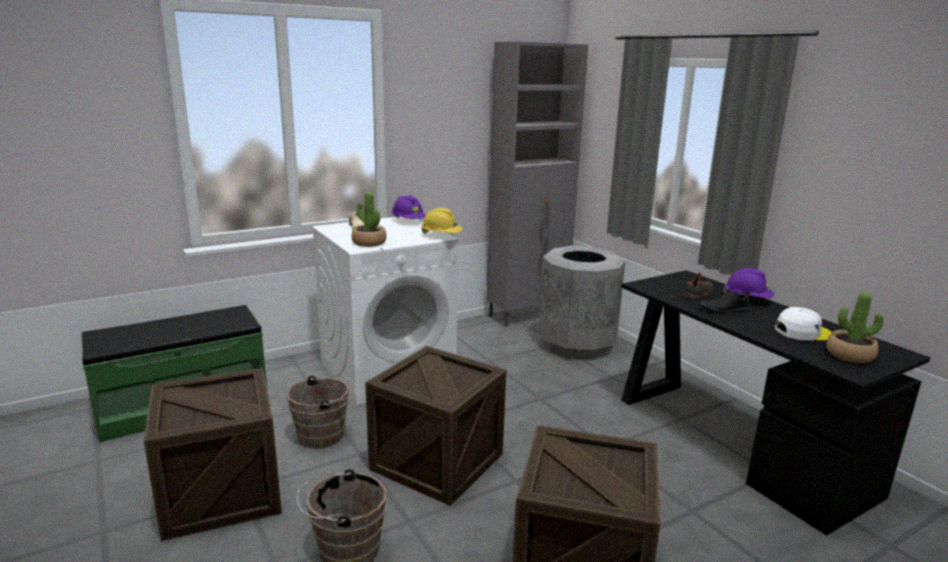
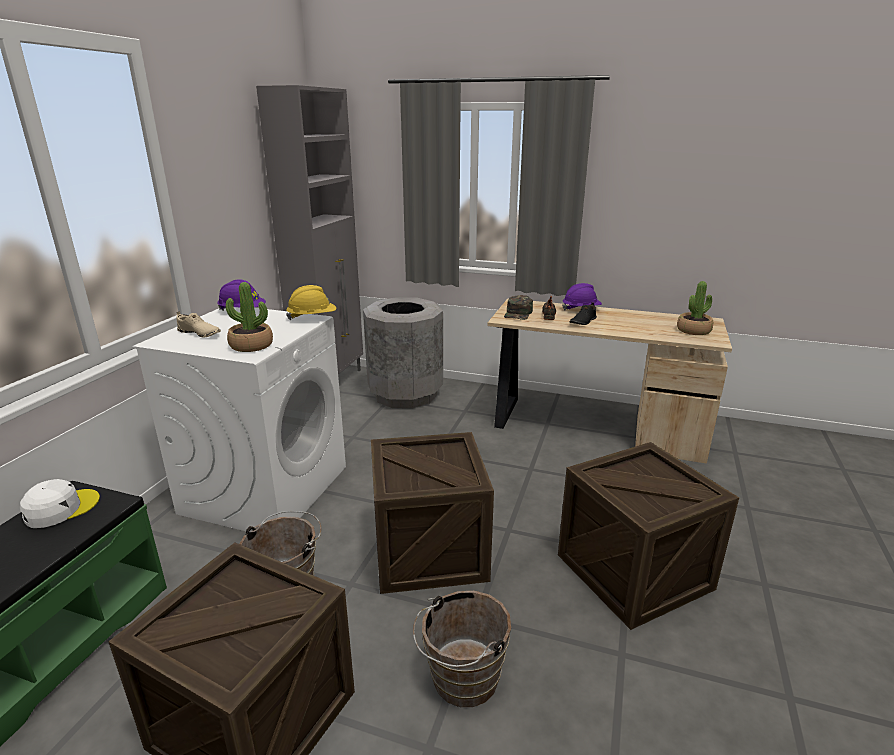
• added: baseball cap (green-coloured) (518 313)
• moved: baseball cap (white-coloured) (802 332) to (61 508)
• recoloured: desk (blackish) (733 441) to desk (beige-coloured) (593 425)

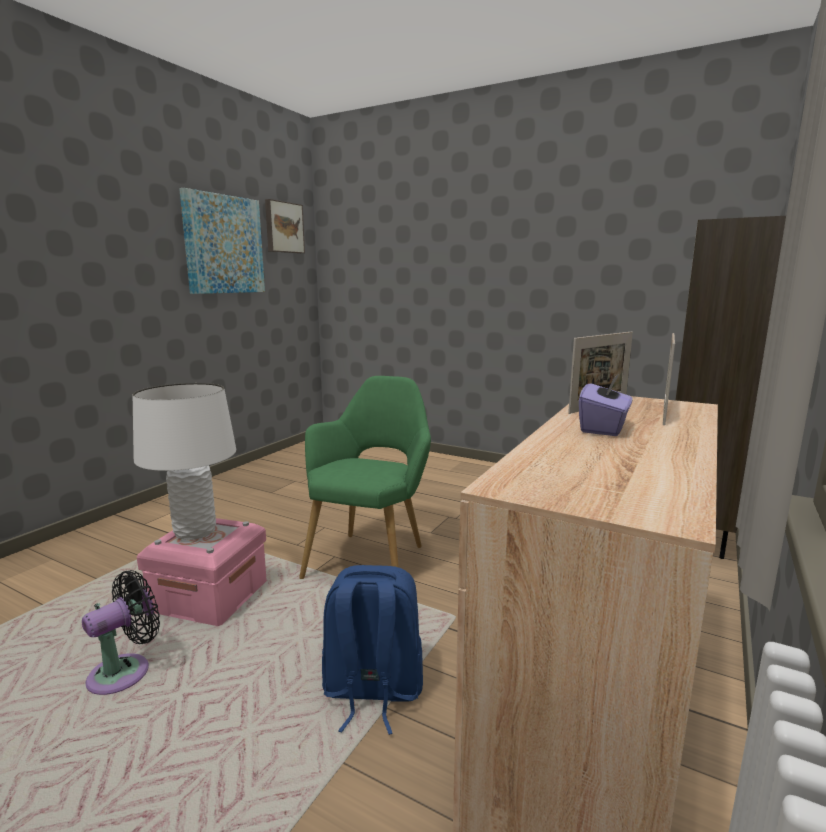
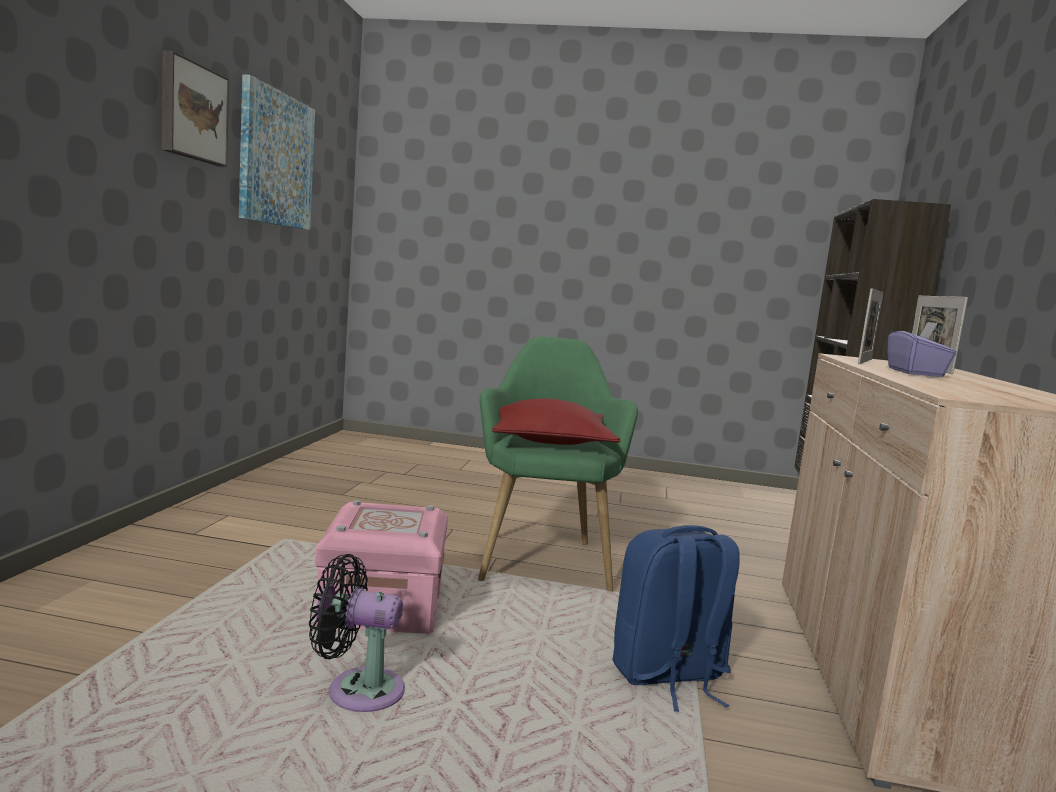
• removed: lamp for a table (white-coloured) (195 532)
• added: cushion (reddish) (550 440)
• moved: wall picture (283 227) to (192 112)
• turned: fan (blackish) (125 672) = (358 690) 105 degrees counterclockwise

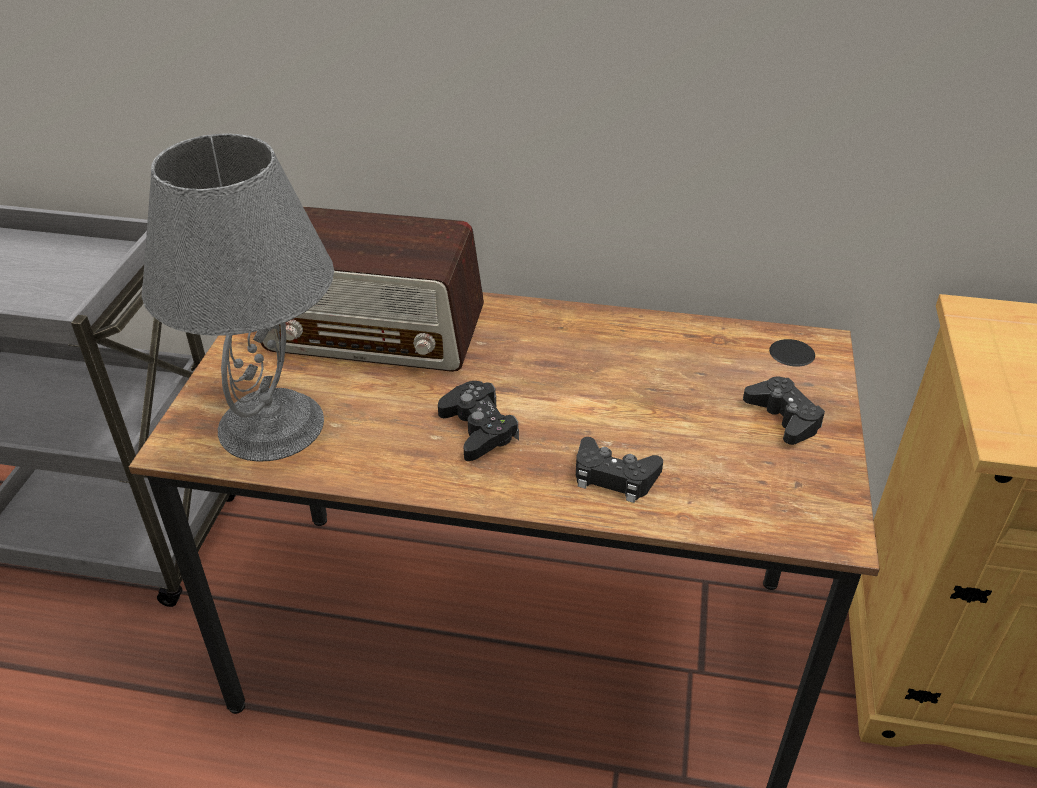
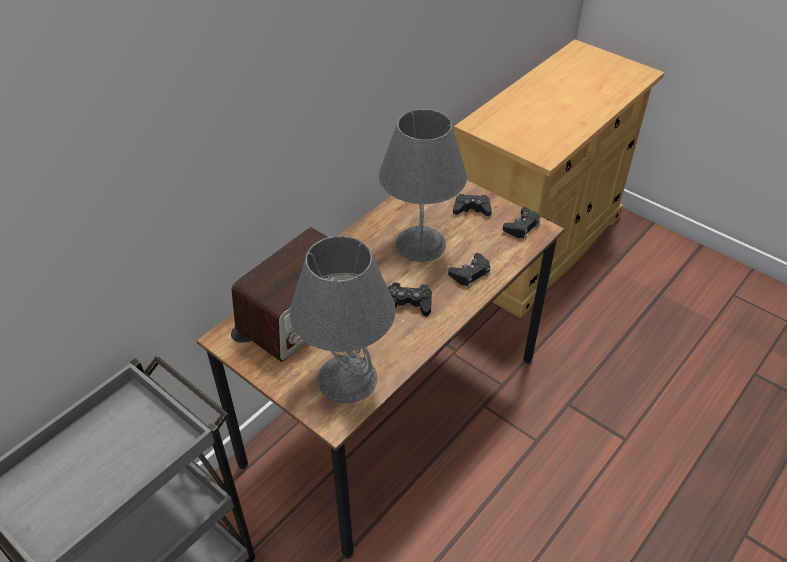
• added: lamp for a table (grey) (421 244)
• added: game controller (blackish) (522 227)

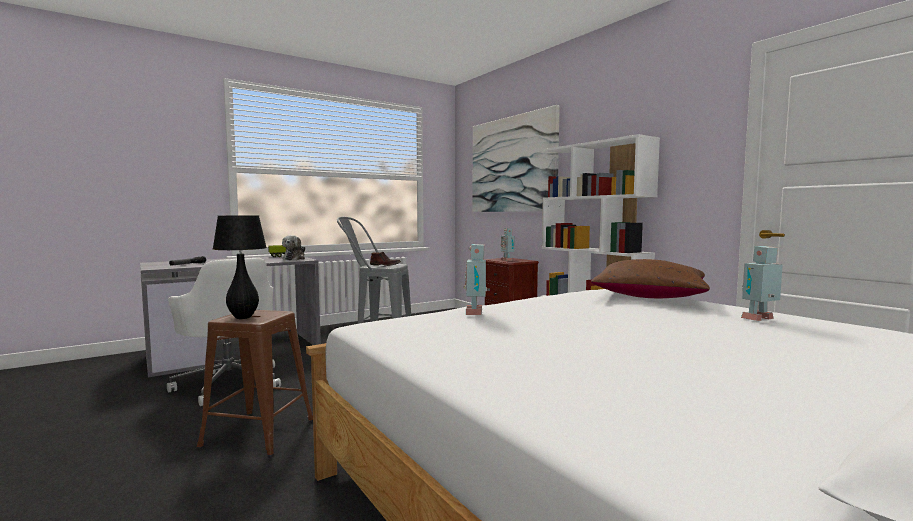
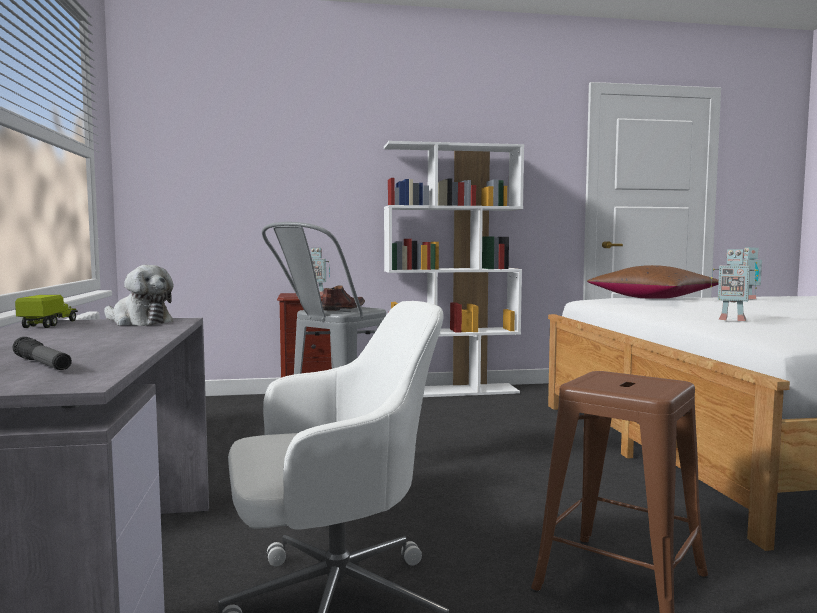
• removed: lamp for a table (blackish) (243 317)
• removed: wall picture (512 164)

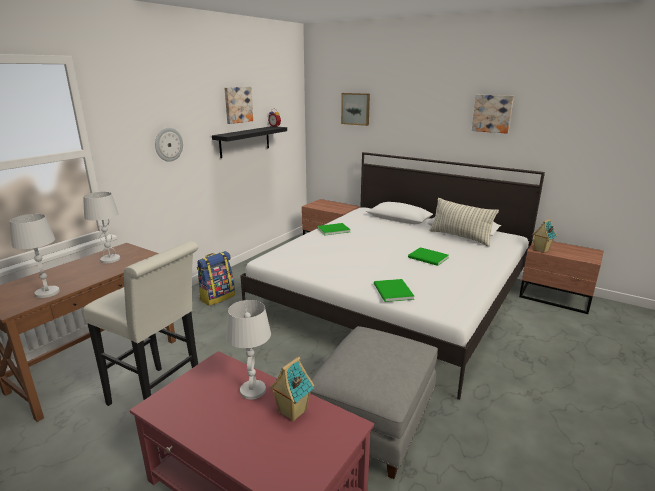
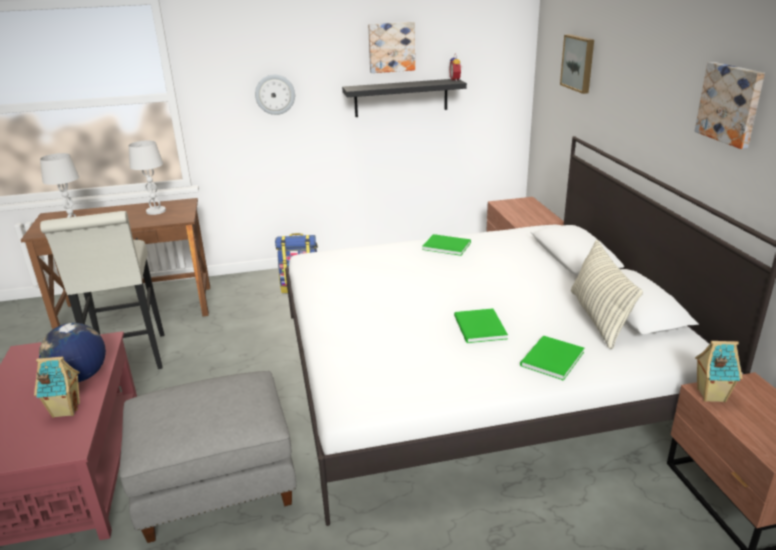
• moved: bound book (green-coloured) (392 292) to (550 359)
• replaced: lamp for a table (white-coloured) (253 390) to globe (79 377)

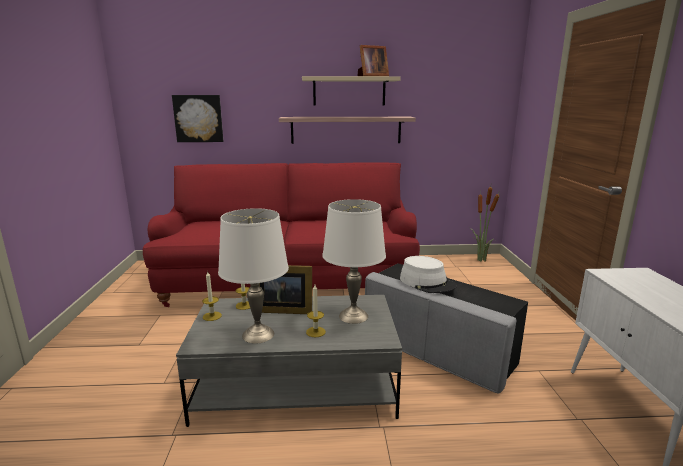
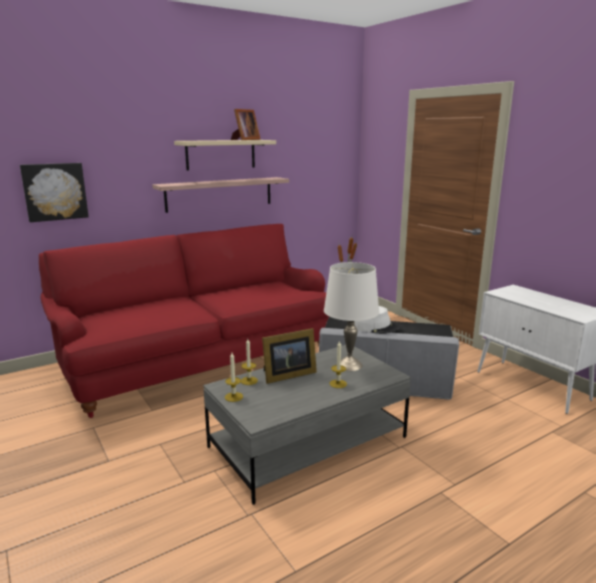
• removed: lamp for a table (white-coloured) (257 334)

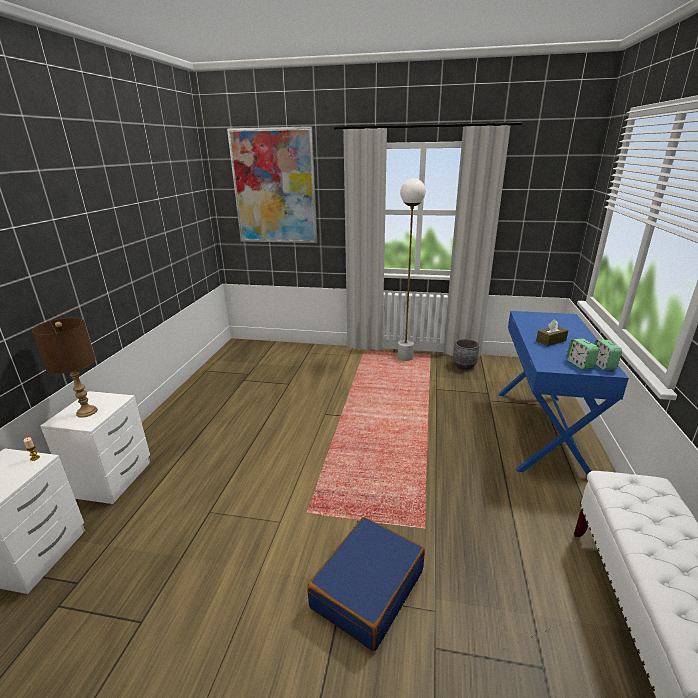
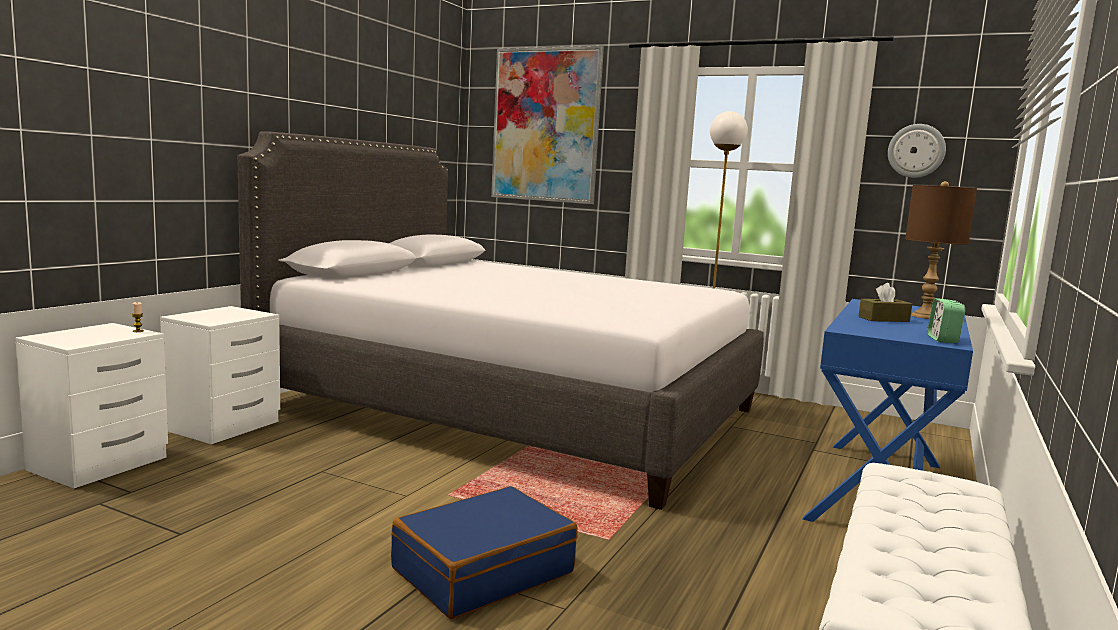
• removed: flower pot (grey) (464 366)
• removed: table clock (579 364)
• added: bedroom bed (white-coloured) (512 408)
• added: clock on the wall (916 151)
• moved: lamp for a table (brown-coloured) (87 412) to (925 316)

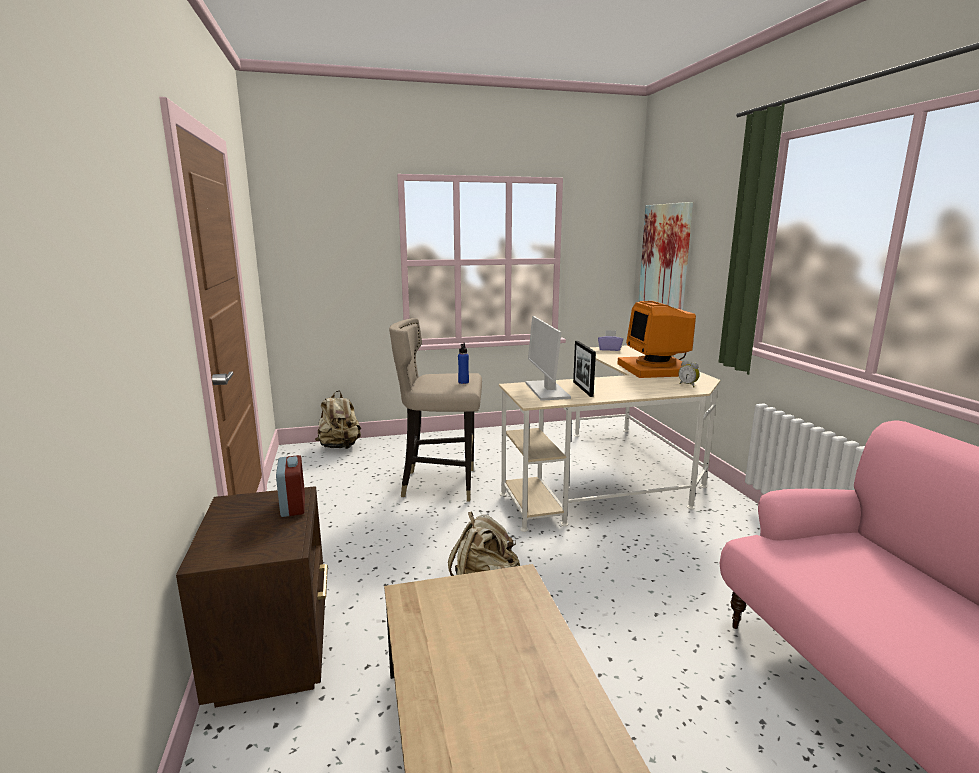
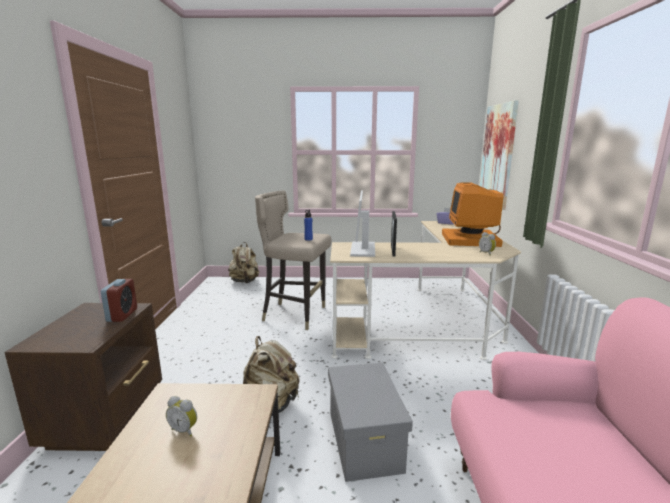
• added: table clock (184 430)
• added: storage box (grey) (363 440)

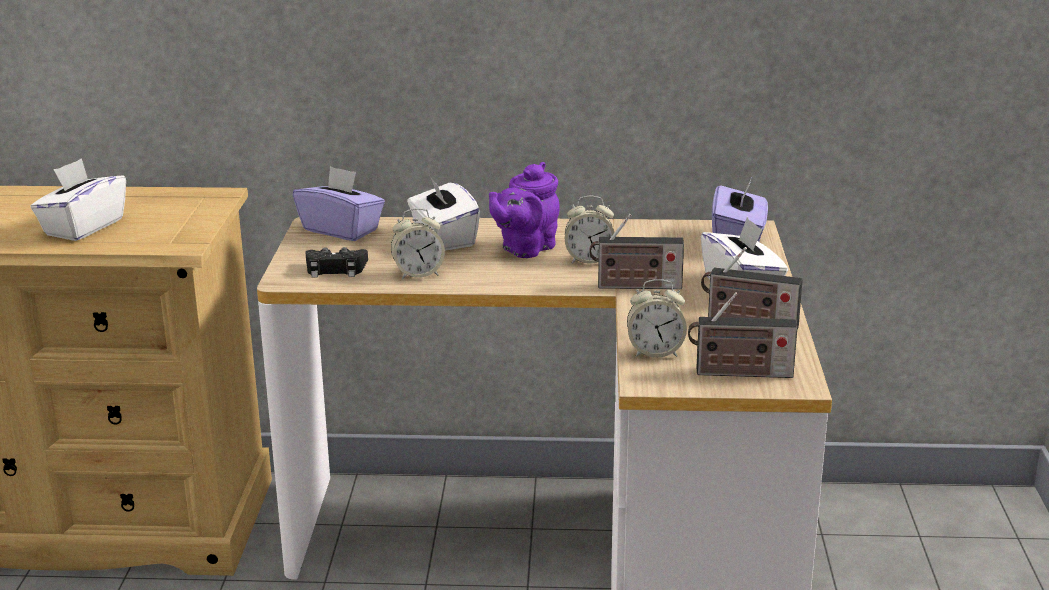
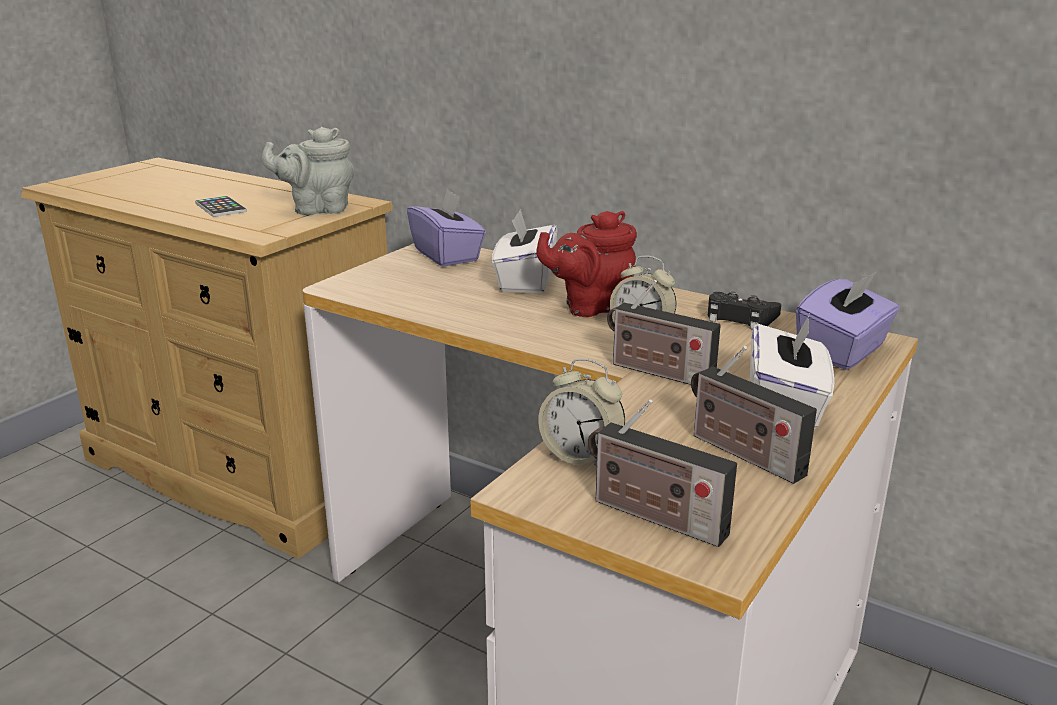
• removed: table clock (418 274)
• added: tea pot (grey) (317 209)
• moved: game controller (blackish) (335 269) to (739 318)
• replaced: tissue box (white-coloured) (83 227) to handset (220 207)
• recoloured: tea pot (purple-coloured) (525 249) to tea pot (reddish) (590 307)

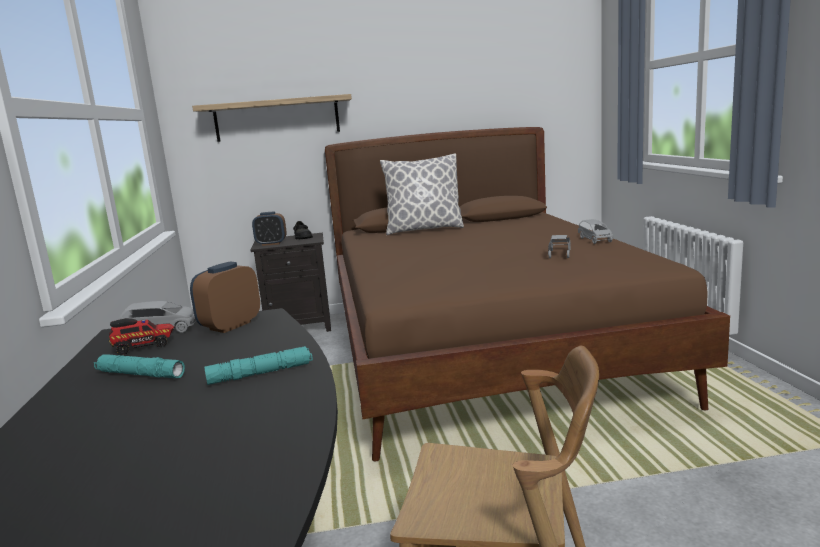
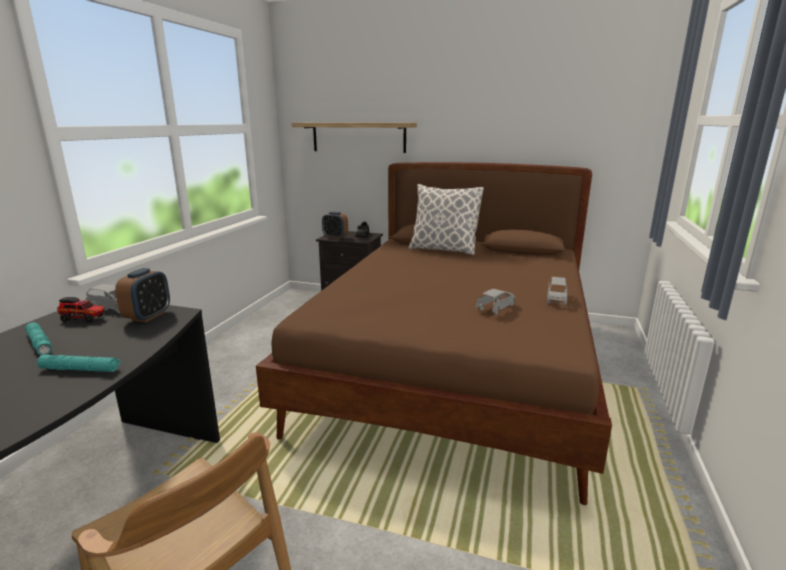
• turned: table clock (230 326) = (148 316) 135 degrees clockwise

